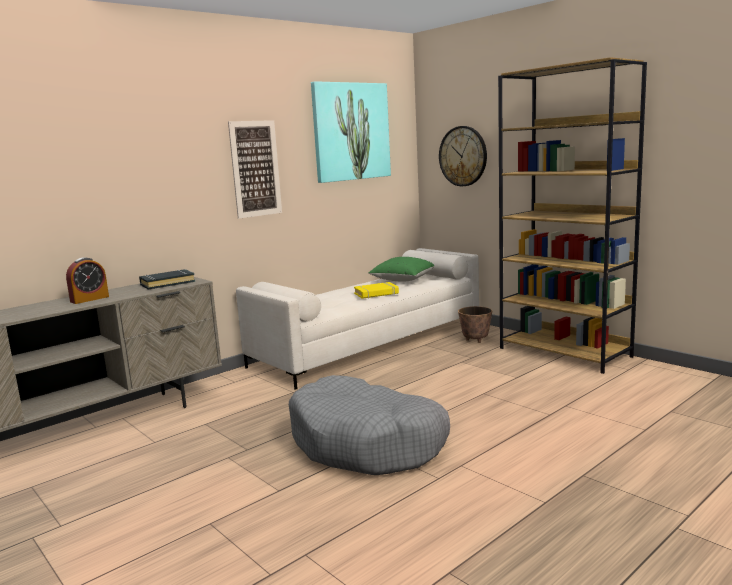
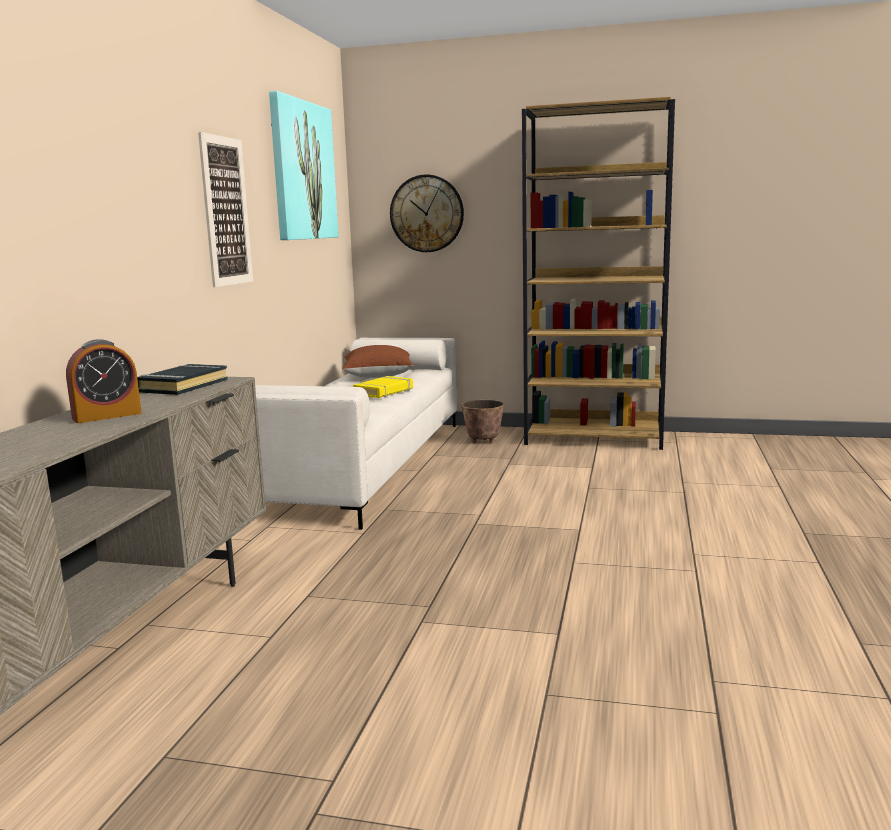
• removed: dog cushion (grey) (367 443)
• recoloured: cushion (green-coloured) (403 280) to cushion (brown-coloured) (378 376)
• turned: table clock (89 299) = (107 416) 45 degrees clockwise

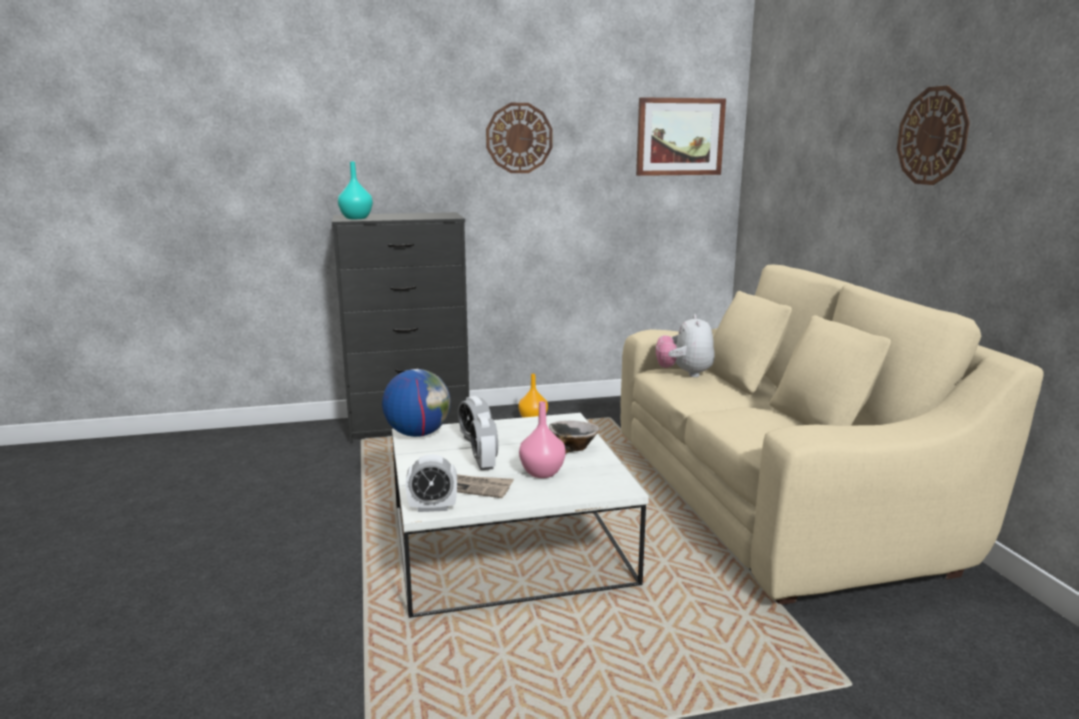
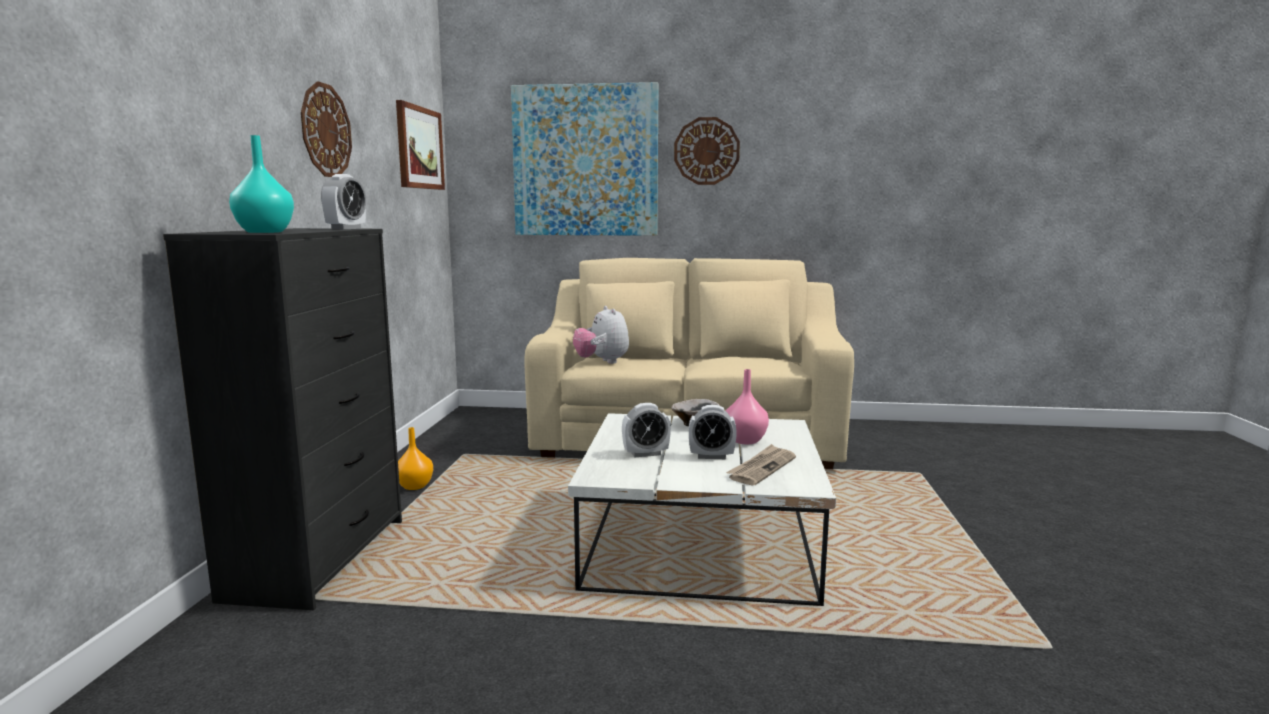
• removed: globe (418 434)
• added: wall picture (585 161)
• moved: table clock (433 507) to (346 228)
• turned: soft toy (684 373) = (602 362) 45 degrees clockwise

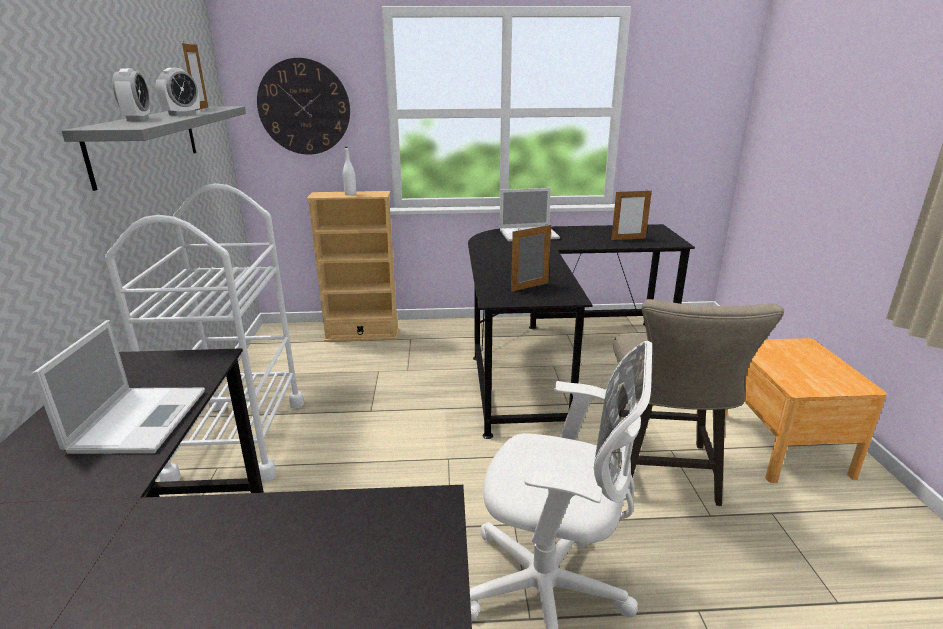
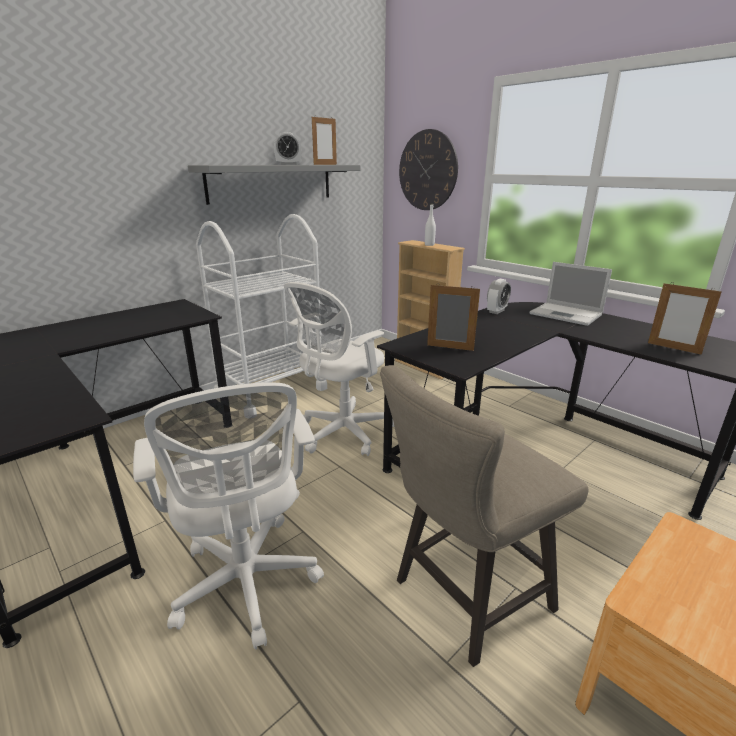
• removed: portable computer (140 418)
• added: computer chair (white-coloured) (342 433)
• moved: table clock (137 119) to (496 311)

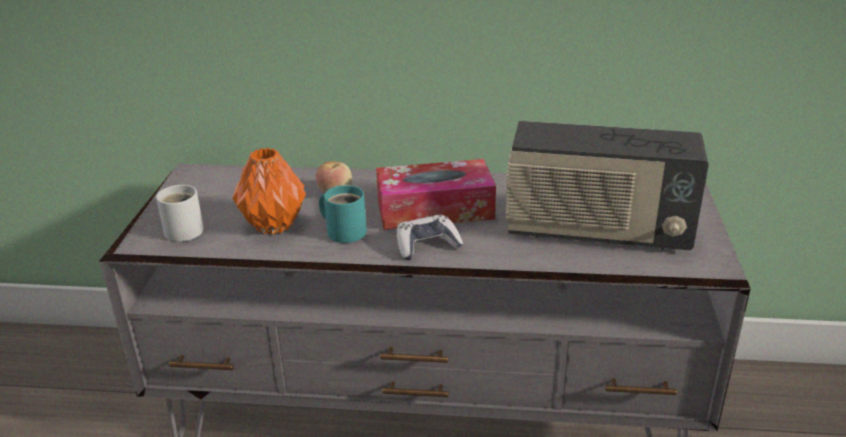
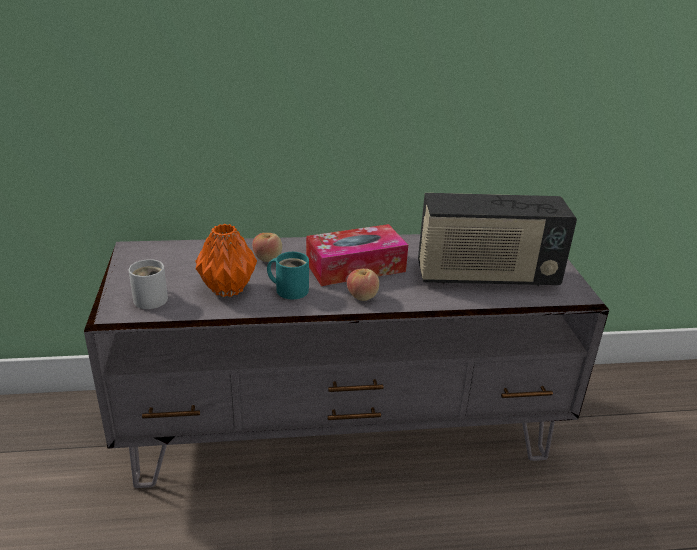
• replaced: game controller (427 245) to apple fruit (362 296)

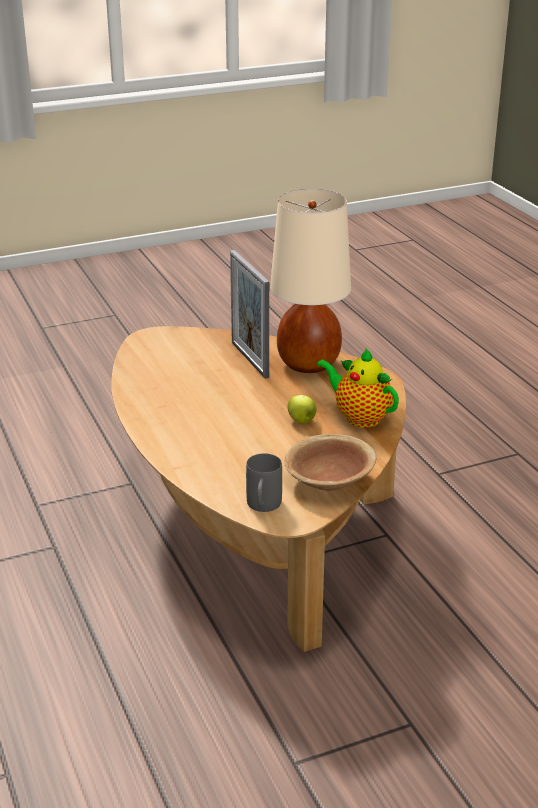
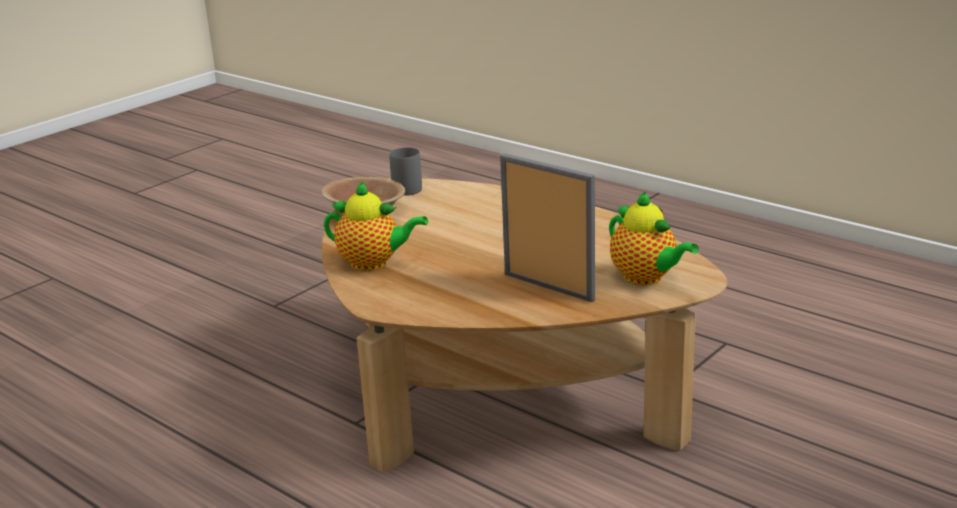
• removed: lamp for a table (beige-coloured) (308 364)
• removed: apple fruit (302 421)
• added: tea pot (646 278)

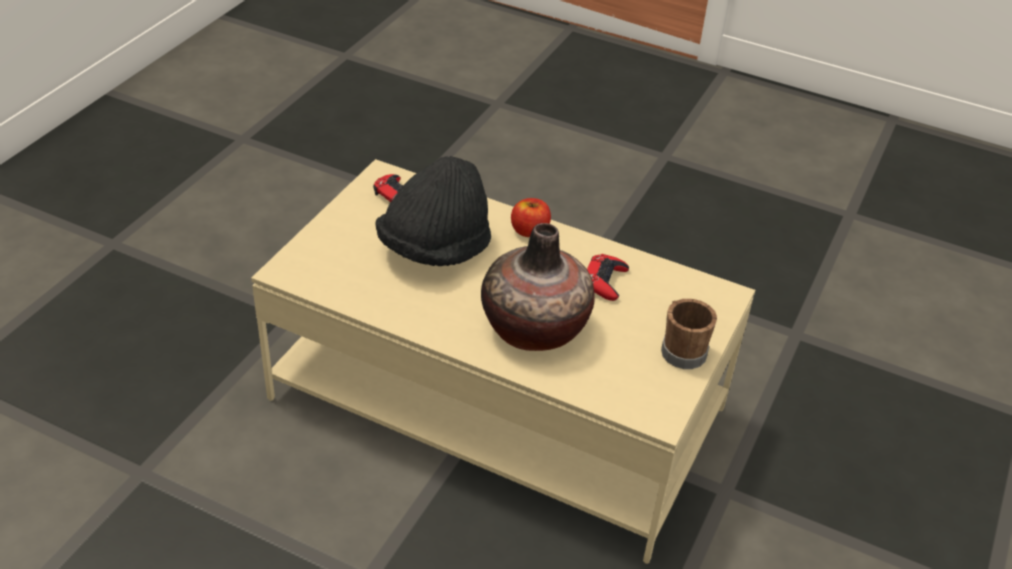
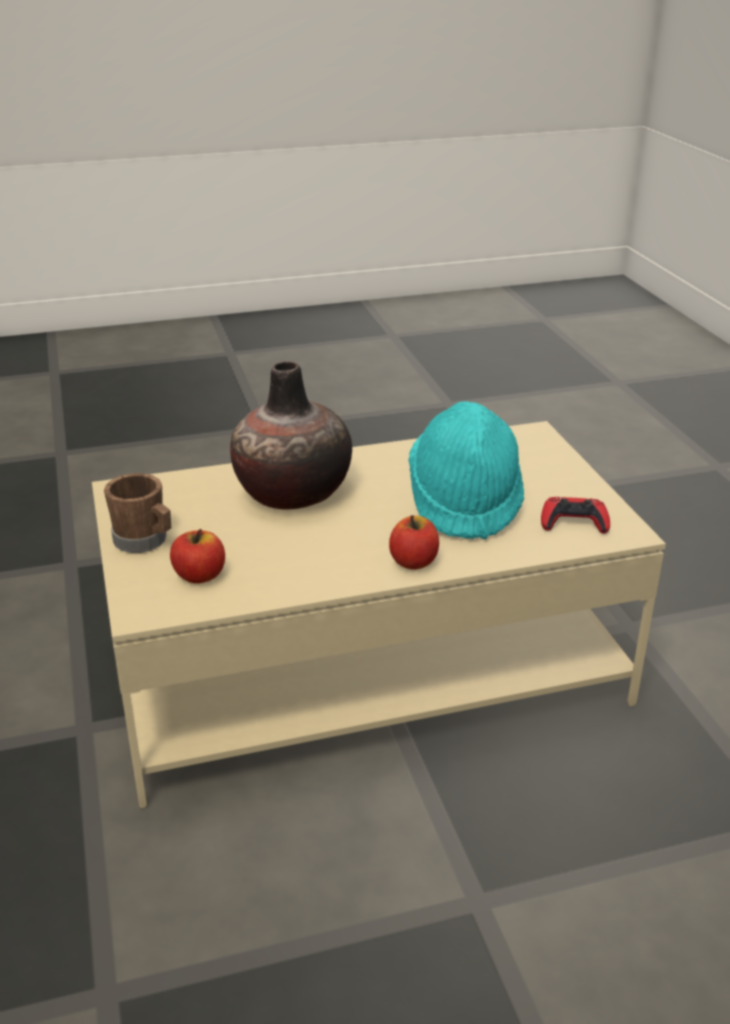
• removed: game controller (reddish) (604 281)
• added: apple fruit (199 575)
• recoloured: clothing hat (blackish) (434 249) to clothing hat (turquoise) (464 502)

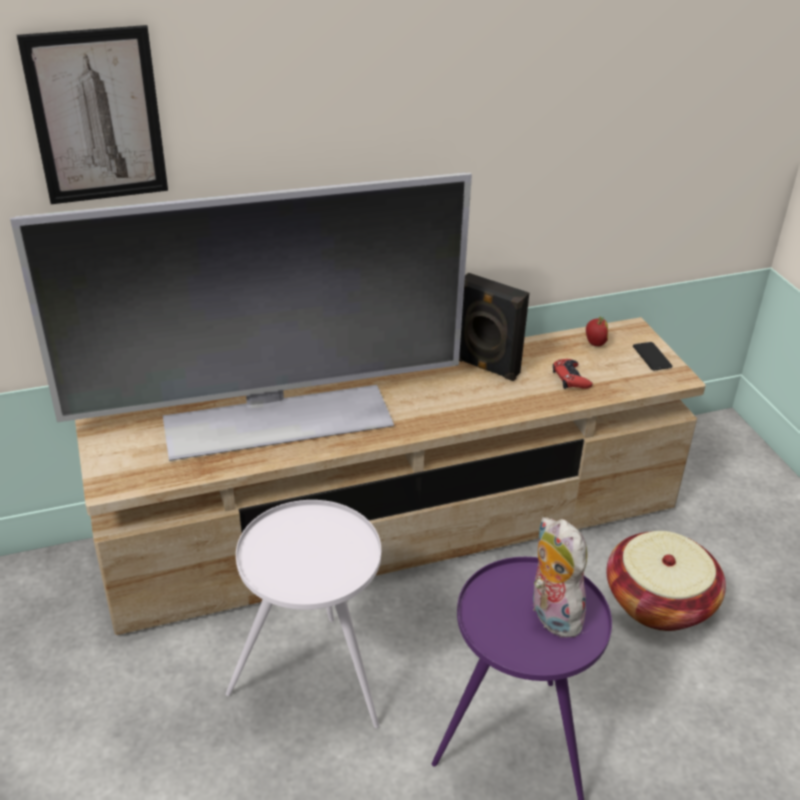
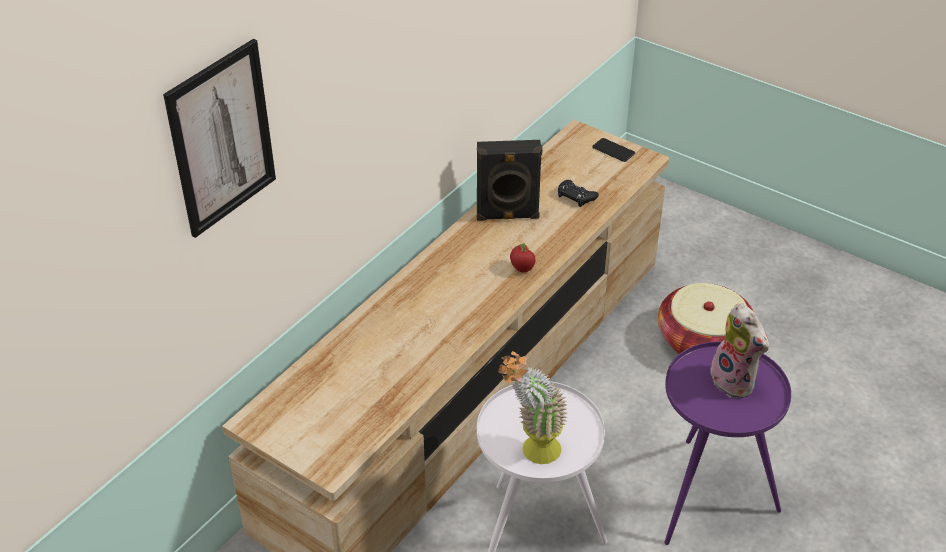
• removed: television (276 419)
• added: plant in a pot (531 452)
• moved: apple fruit (595 343) to (522 269)
• recoloured: game controller (reddish) (570 378) to game controller (blackish) (576 196)
• turned: soft toy (551 614) = (735 381) 150 degrees counterclockwise

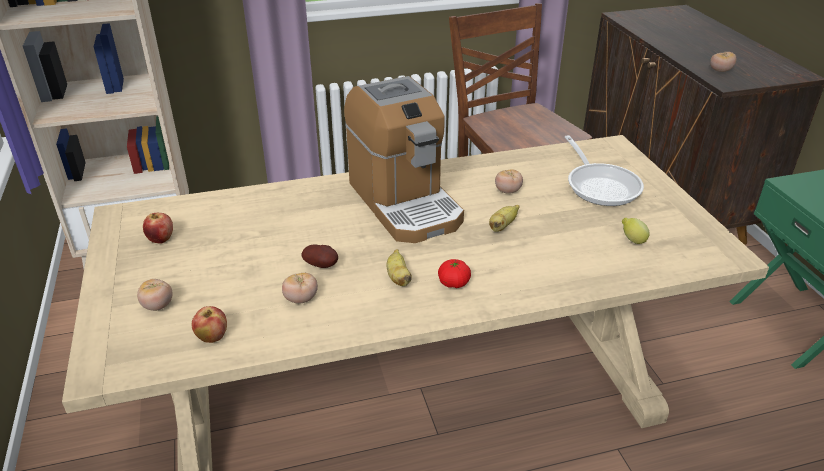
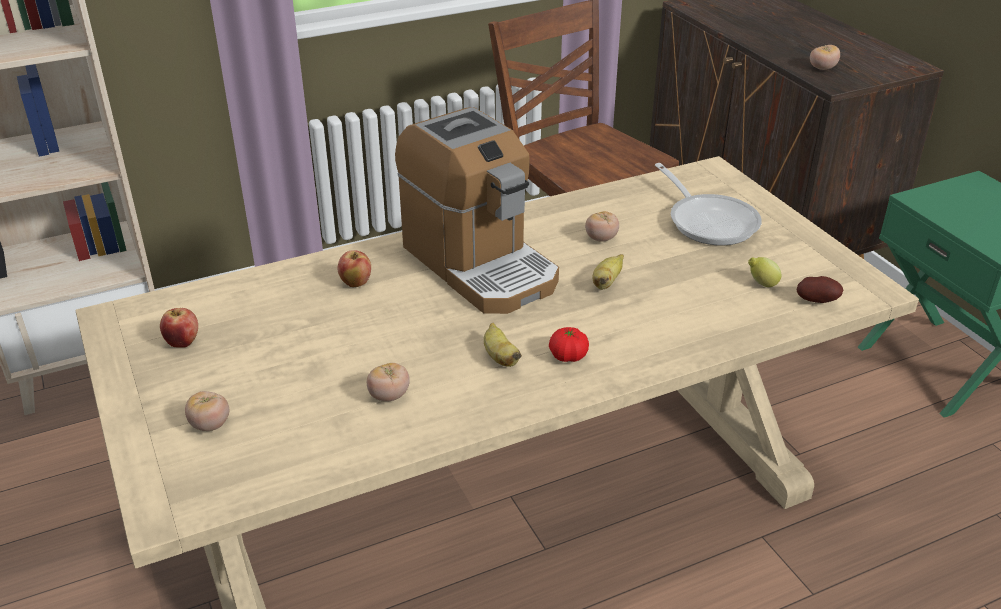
• moved: apple fruit (212 337) to (355 283)
• moved: potato (322 265) to (817 301)

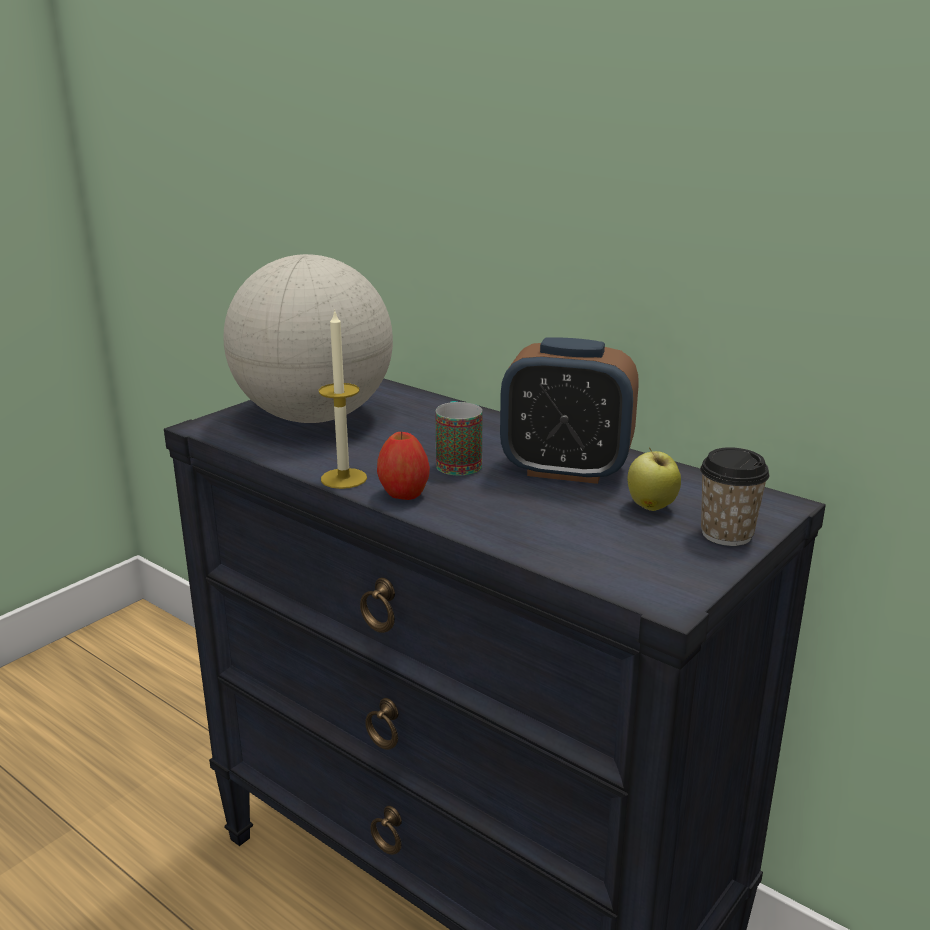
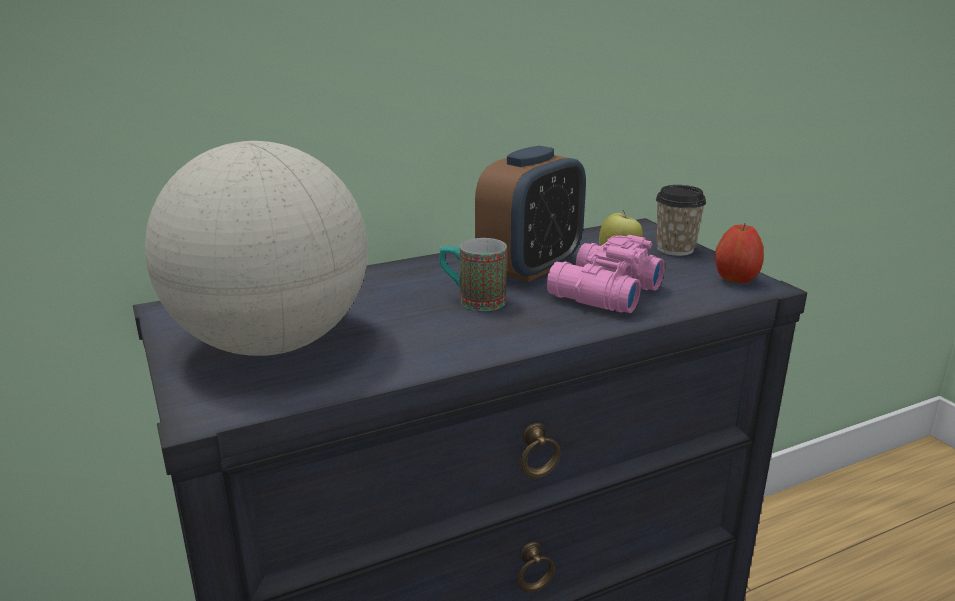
• removed: wax light (344 478)
• added: pair of binoculars (pink-coloured) (601 293)
• moved: apple fruit (403 494) to (735 280)

